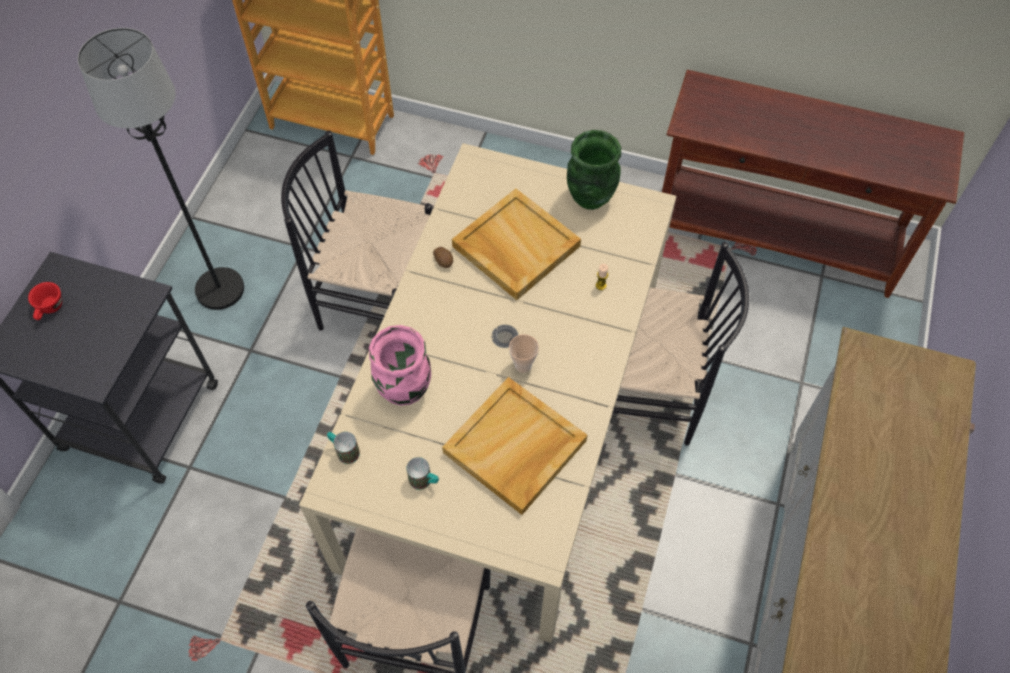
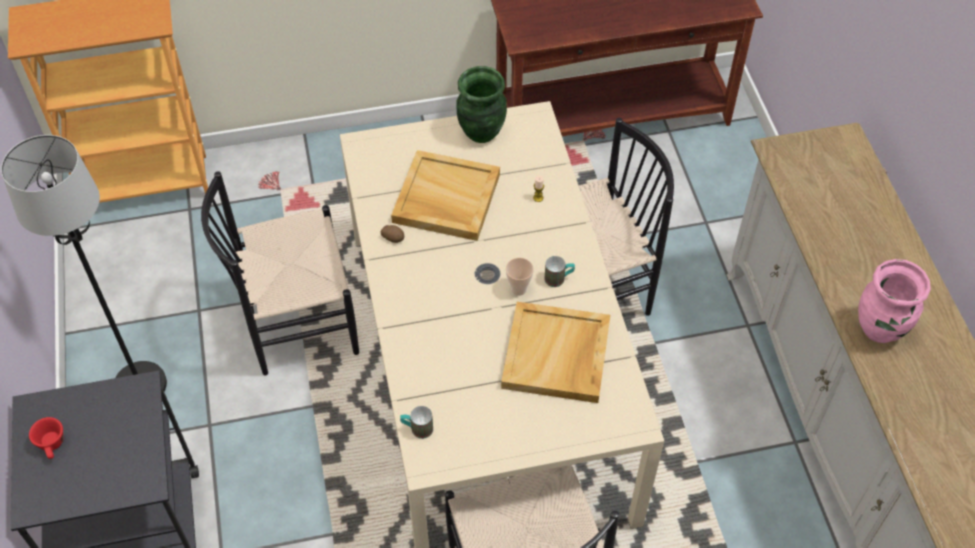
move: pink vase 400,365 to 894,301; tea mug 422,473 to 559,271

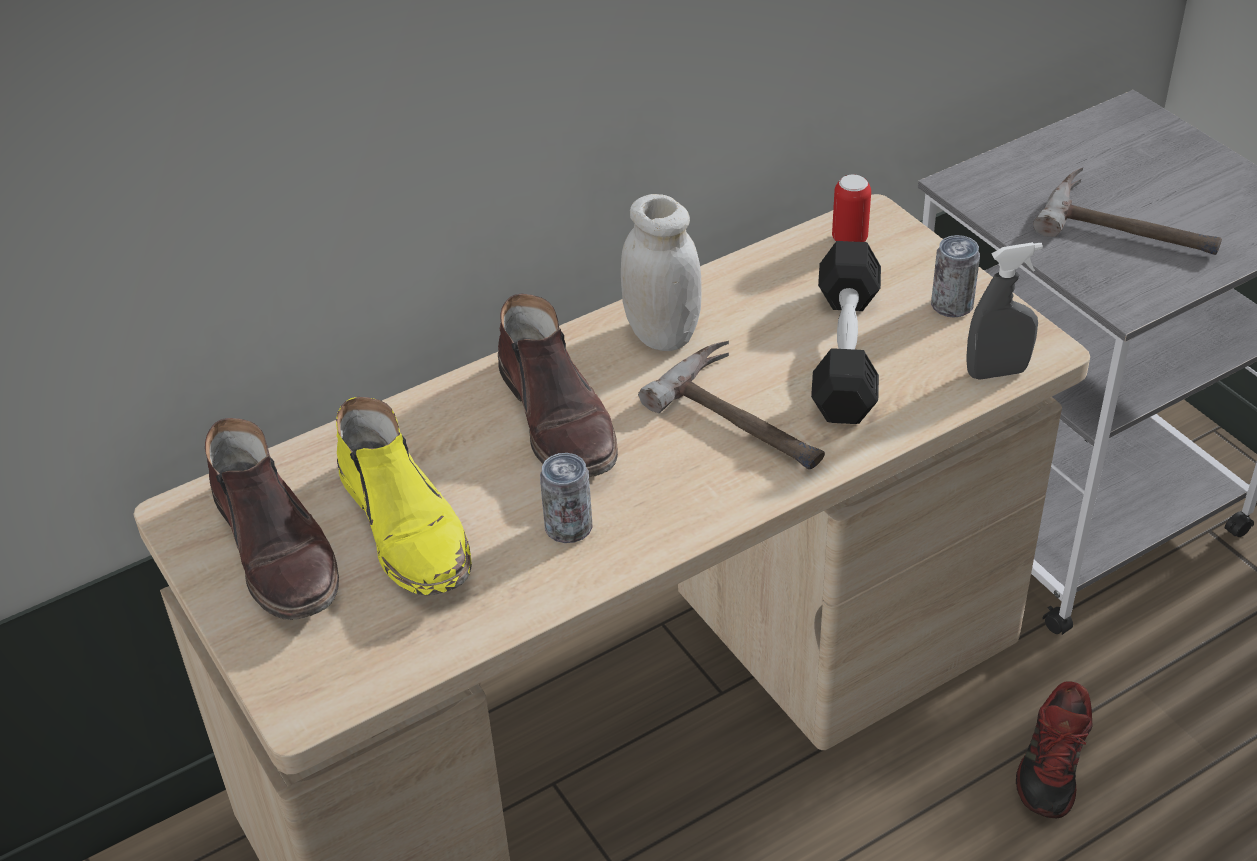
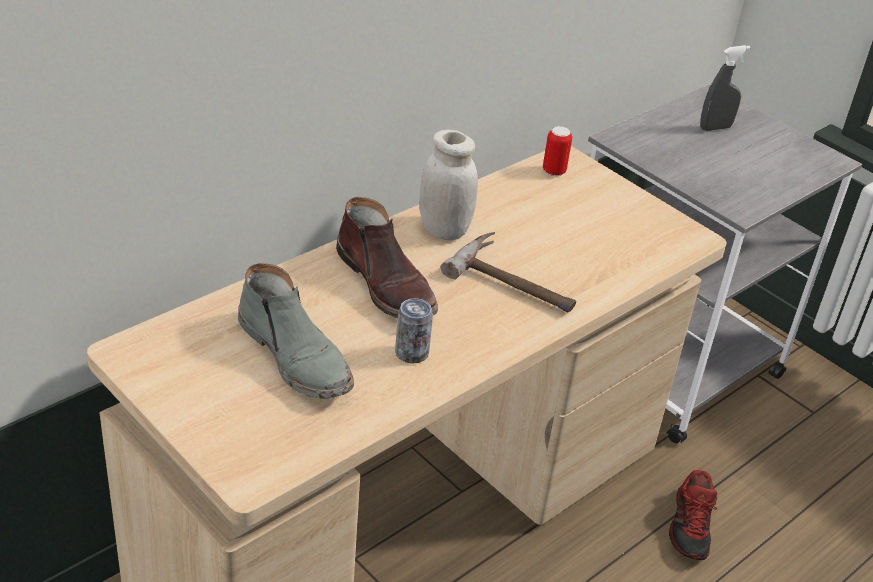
delete: brownish boot 272,519; black hand weight 846,332; sealed can 955,276; hammer 1127,211
move: gray hand sprayer 1004,311 to 725,88
recolor: yellow-coloured boot 404,496 to gray boot 296,330

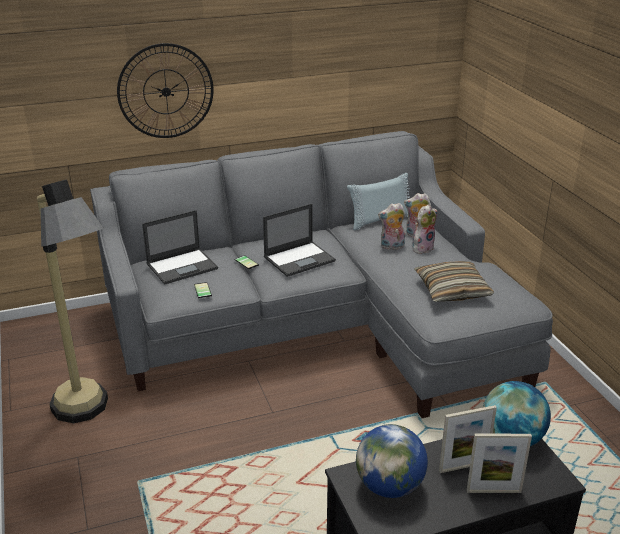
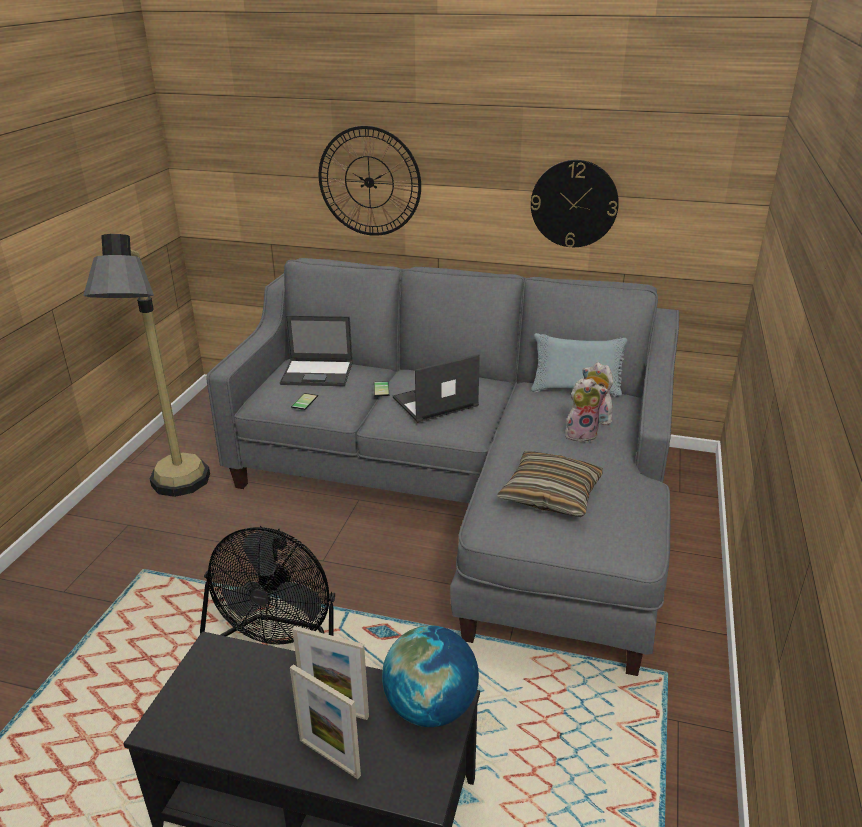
delete: desk globe 392,461; plush toy 391,226
insert: black electric fan 267,585; clock on the wall 575,203
rotate: notebook computer 299,240 = 436,388 150 degrees clockwise

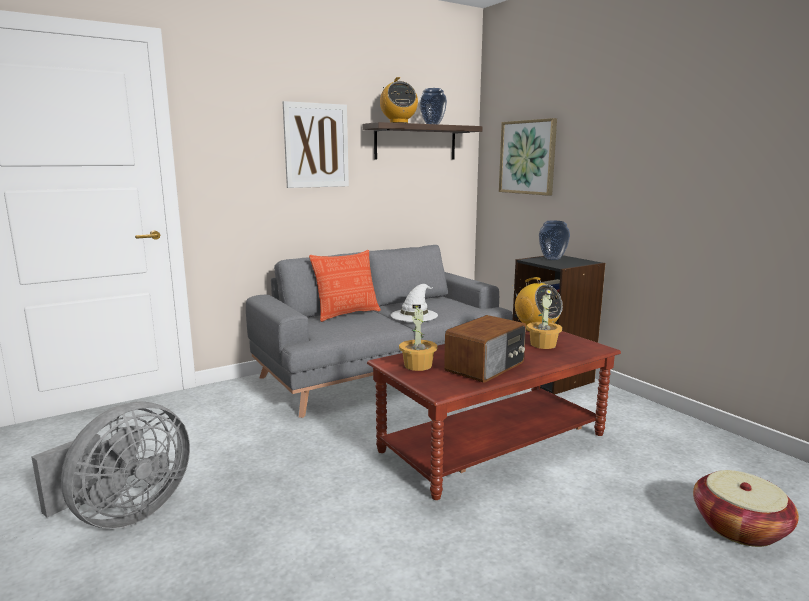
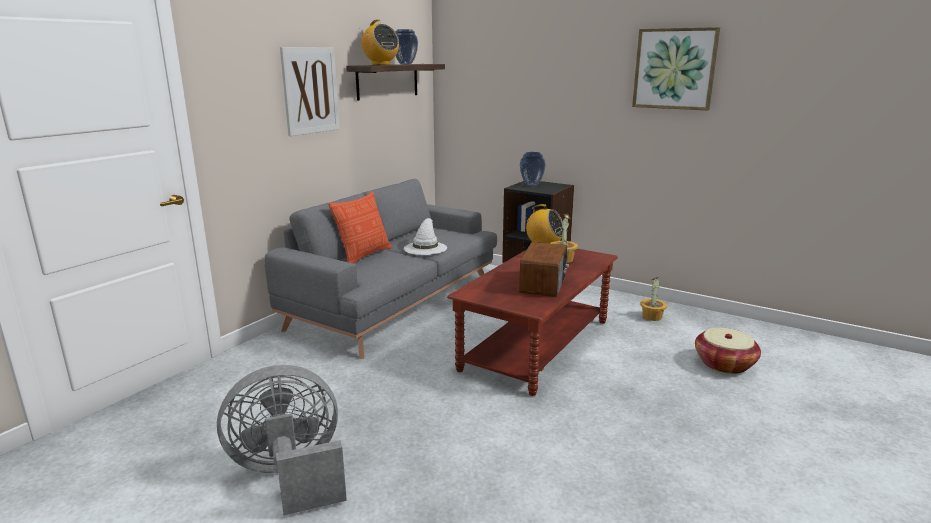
move: potted plant 418,338 to 653,299; wall picture 528,157 to 676,68
rotate: gray electric fan 110,465 = 282,440 120 degrees counterclockwise

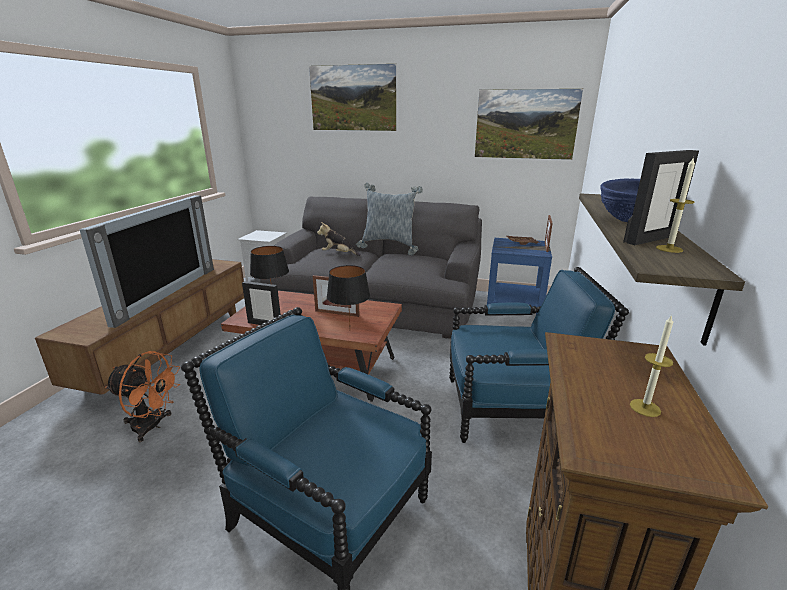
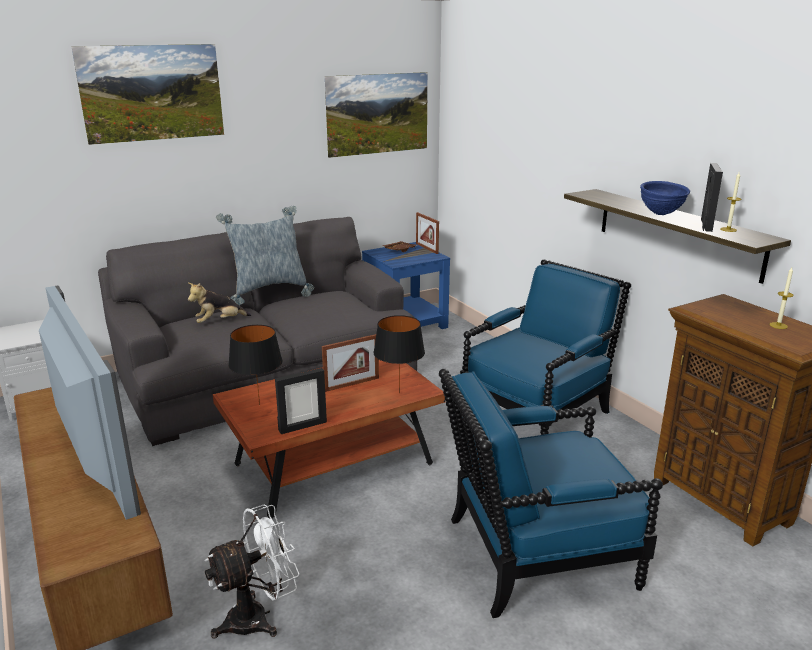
recolor: orange-coloured electric fan 143,396 to white-coloured electric fan 251,572

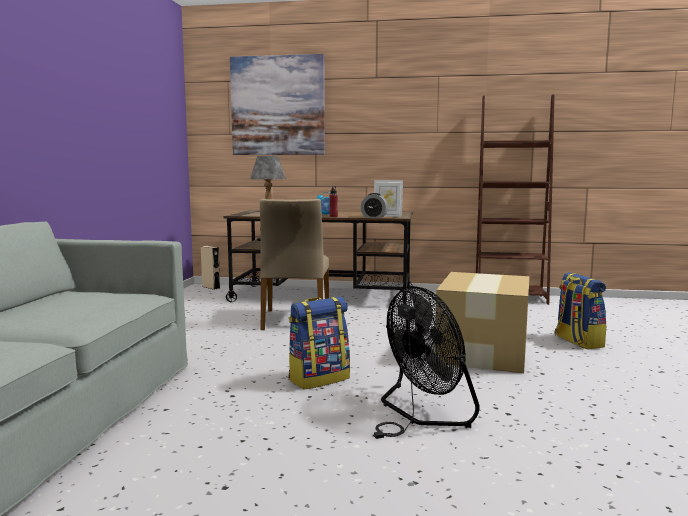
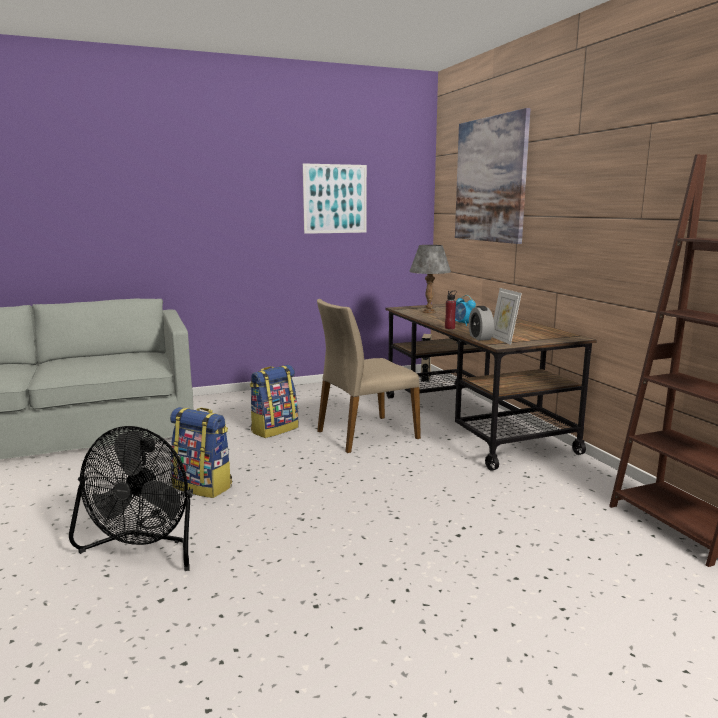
delete: carton 482,322
insert: wall picture 335,198
move: backpack 580,311 to 274,401
rotate: black electric fan 426,362 = 131,498 75 degrees clockwise

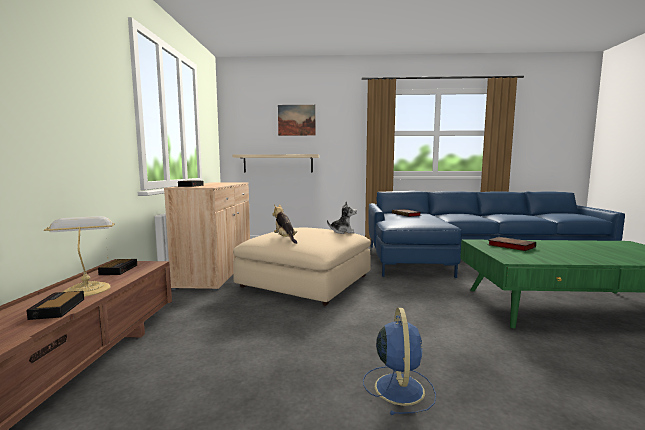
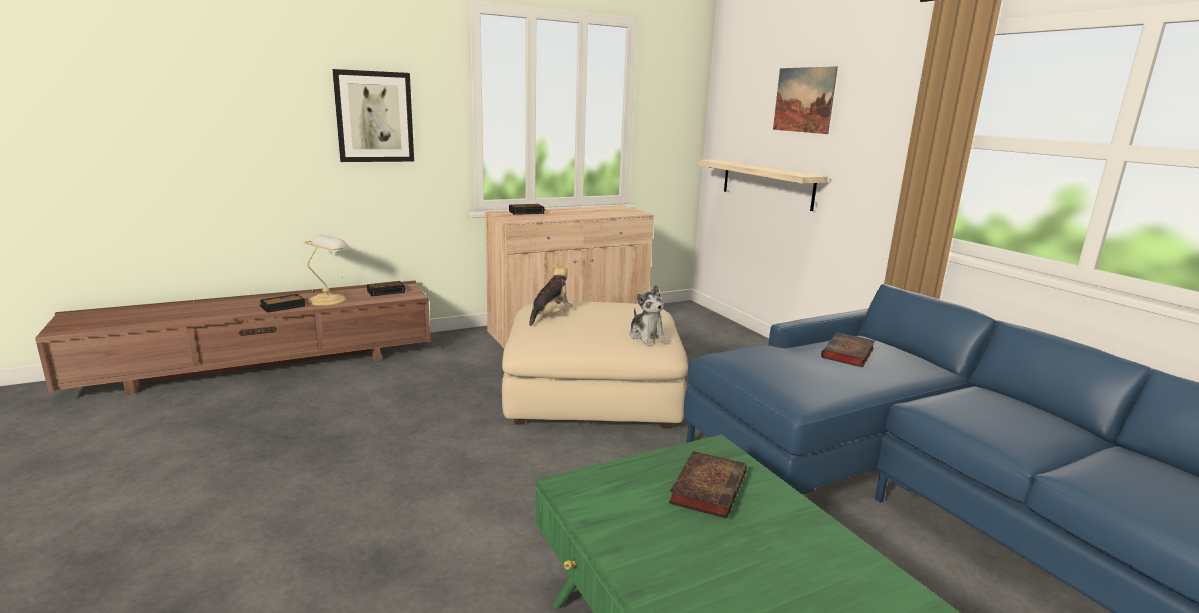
delete: bluish electric fan 399,361
insert: wall picture 373,115

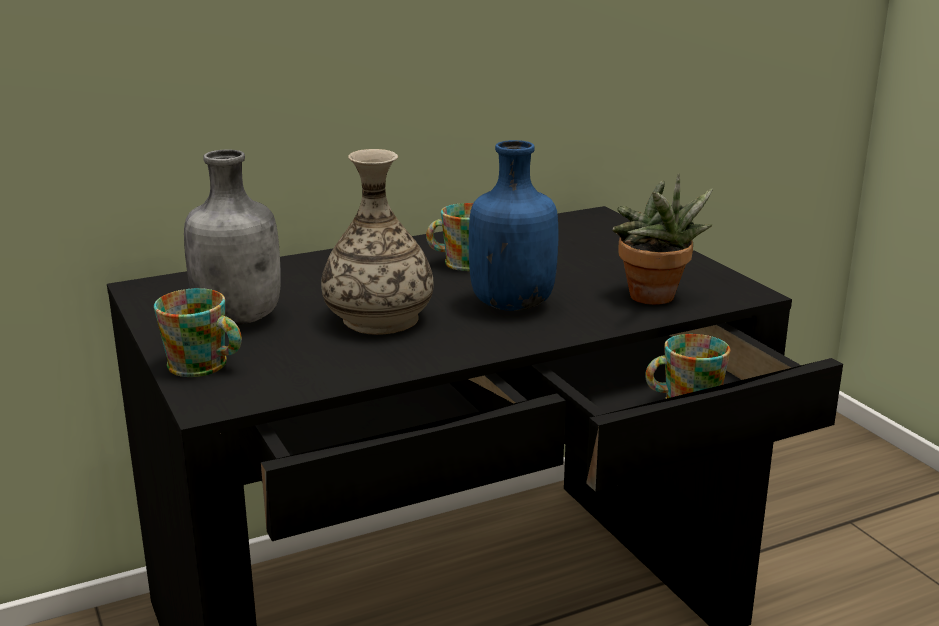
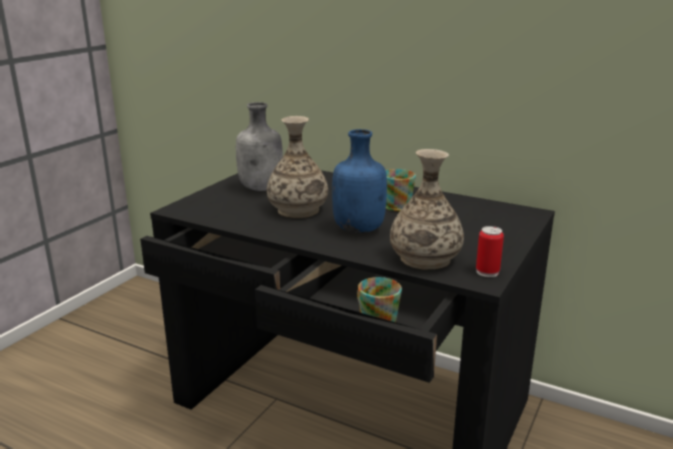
delete: tea mug 198,332
insert: sealed can 490,251
replace: potted plant 662,239 to vase 427,209

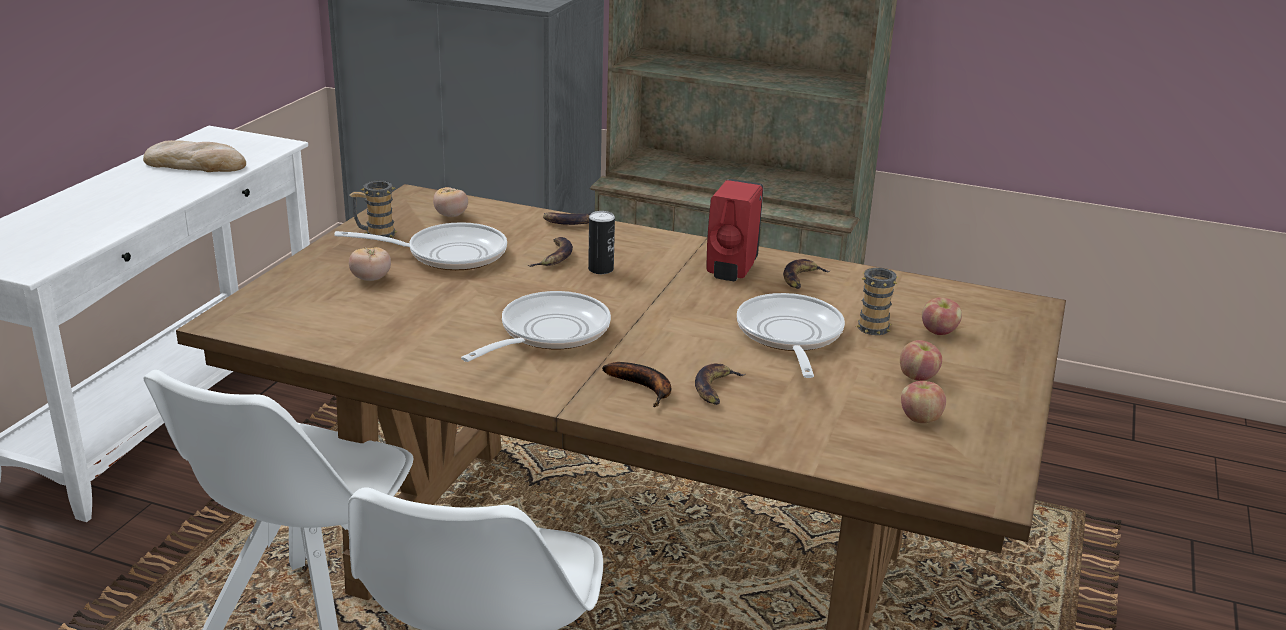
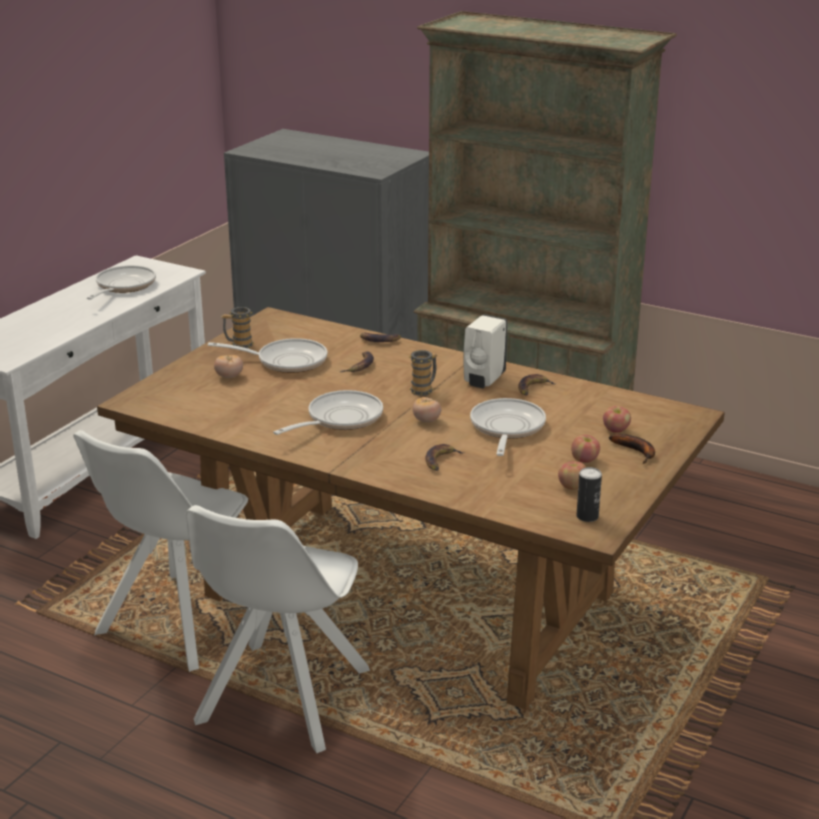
move: tomato 450,202 to 427,410; sealed can 601,242 to 589,494; banana fruit 636,384 to 632,449; tea mug 877,301 to 423,373
replace: bakery bread 194,156 to skillet 121,282
recolor: red-coloured soap dispenser 735,230 to white-coloured soap dispenser 485,351

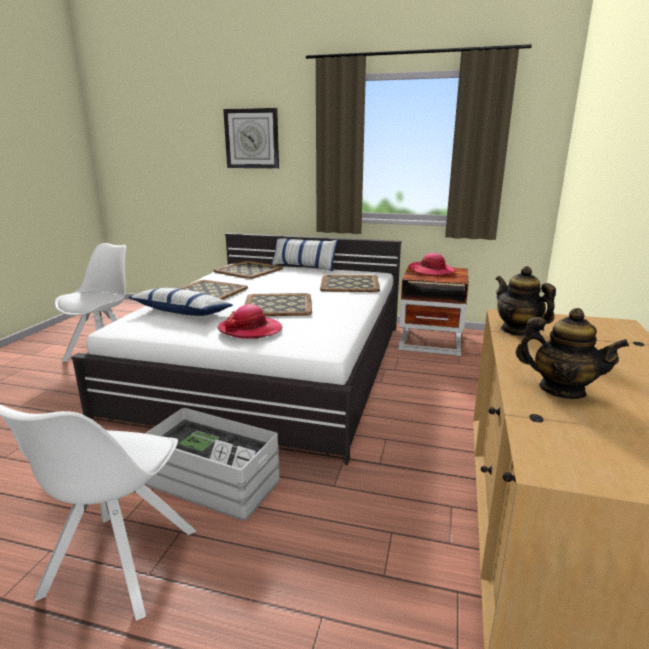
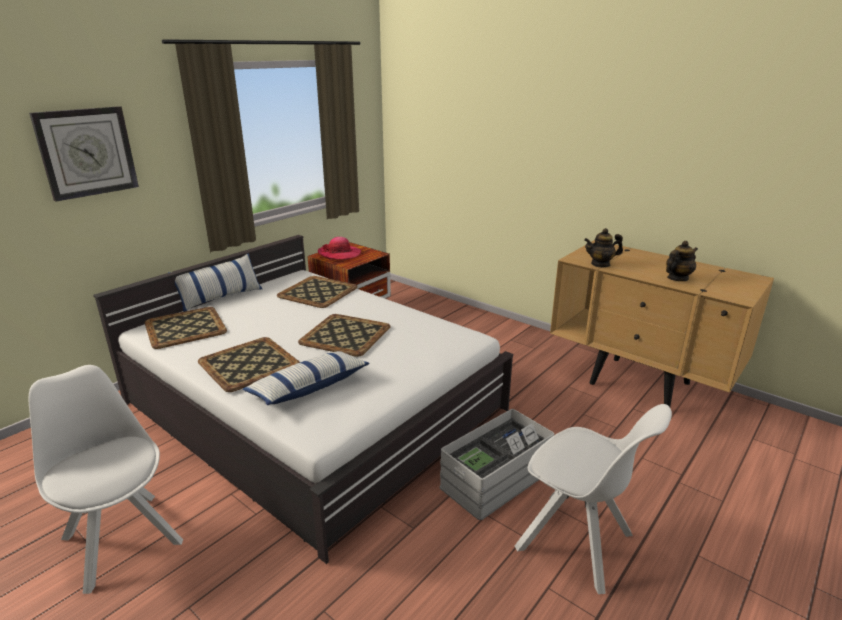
delete: clothing hat 250,321

